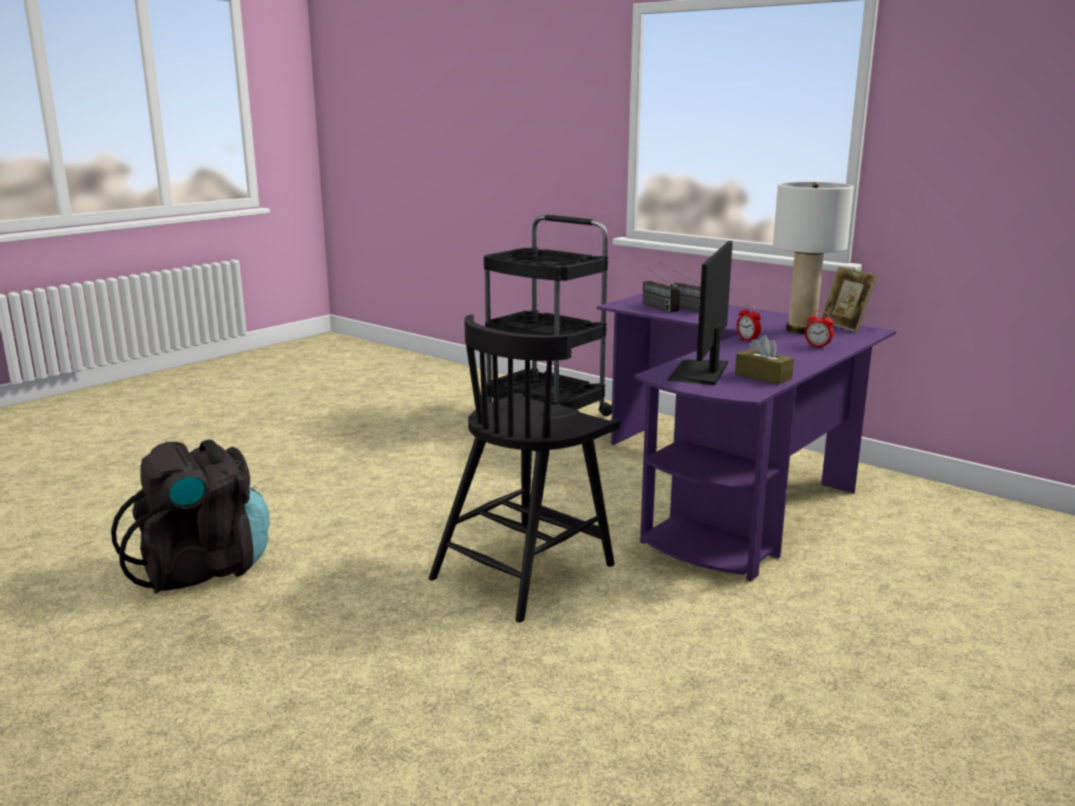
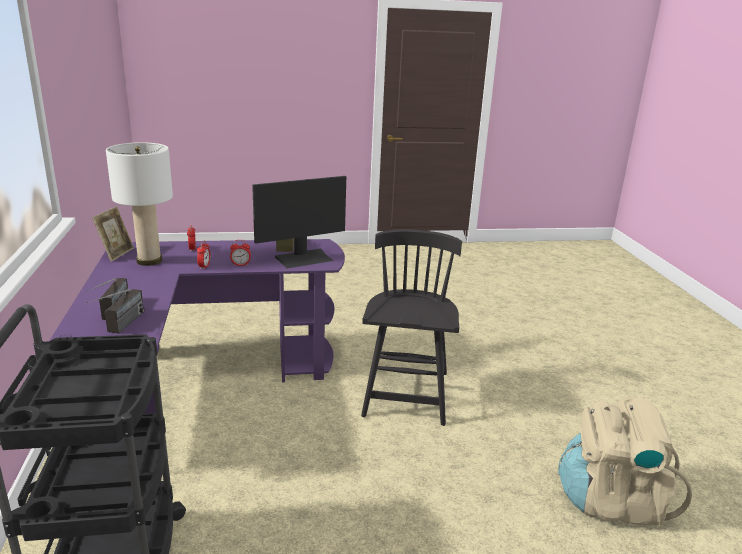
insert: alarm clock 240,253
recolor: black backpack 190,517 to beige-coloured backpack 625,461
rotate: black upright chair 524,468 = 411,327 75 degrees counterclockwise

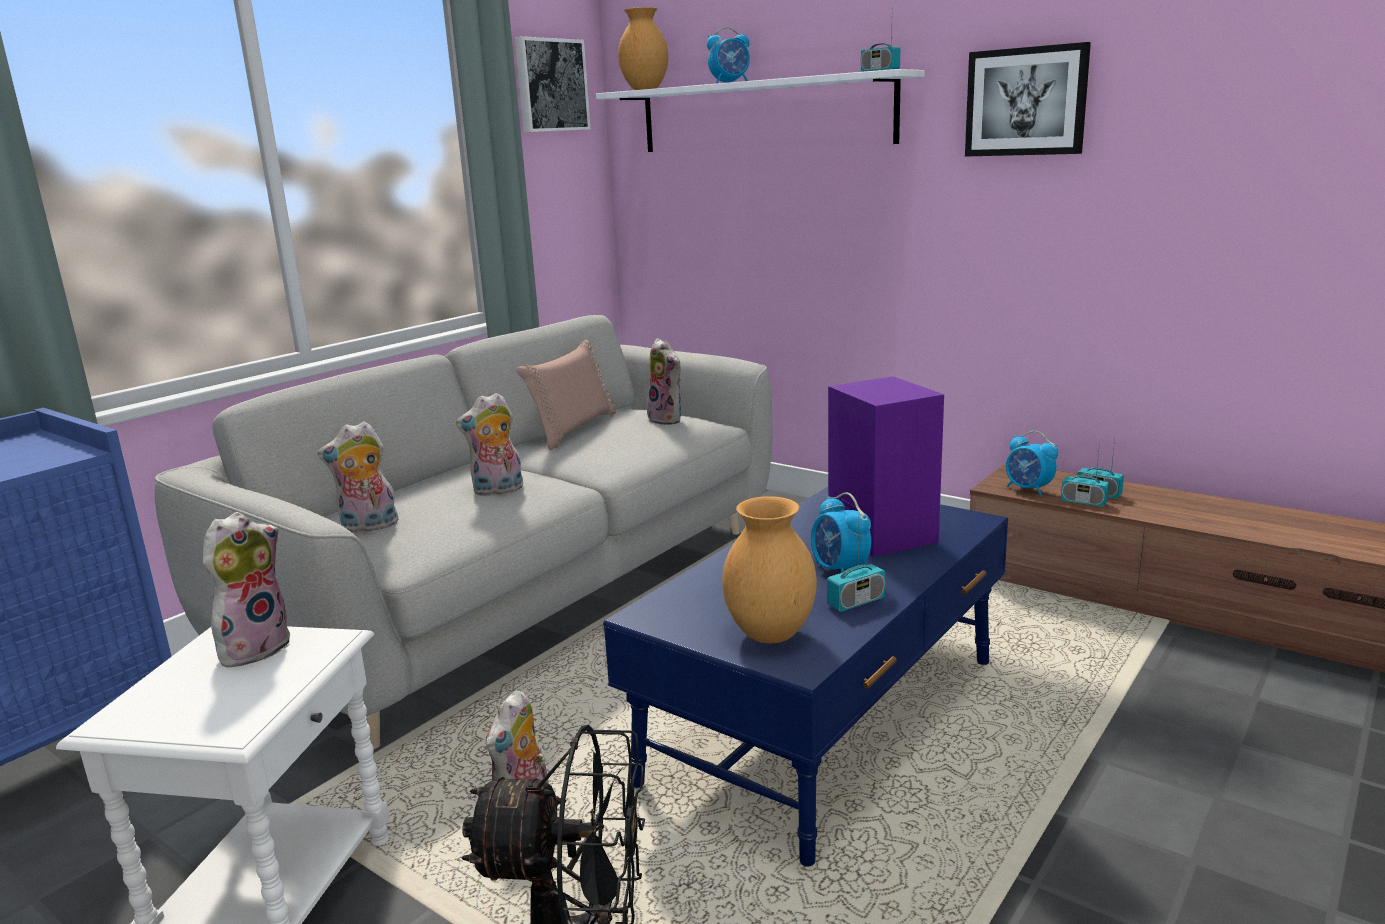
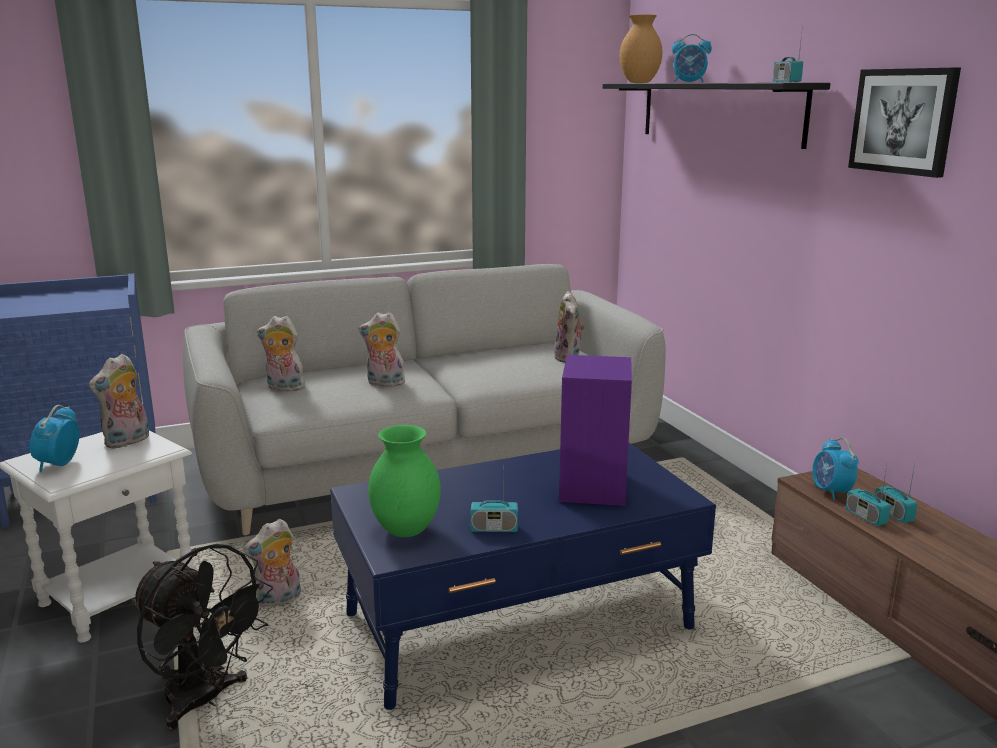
delete: wall picture 553,84; beige-coloured pillow 566,395
move: alarm clock 841,532 to 55,439
recolor: white-coloured wall shelf 760,110 to black wall shelf 716,116; brownish vase 769,570 to green vase 404,481
rotate: plush toy 246,590 = 119,401 150 degrees clockwise

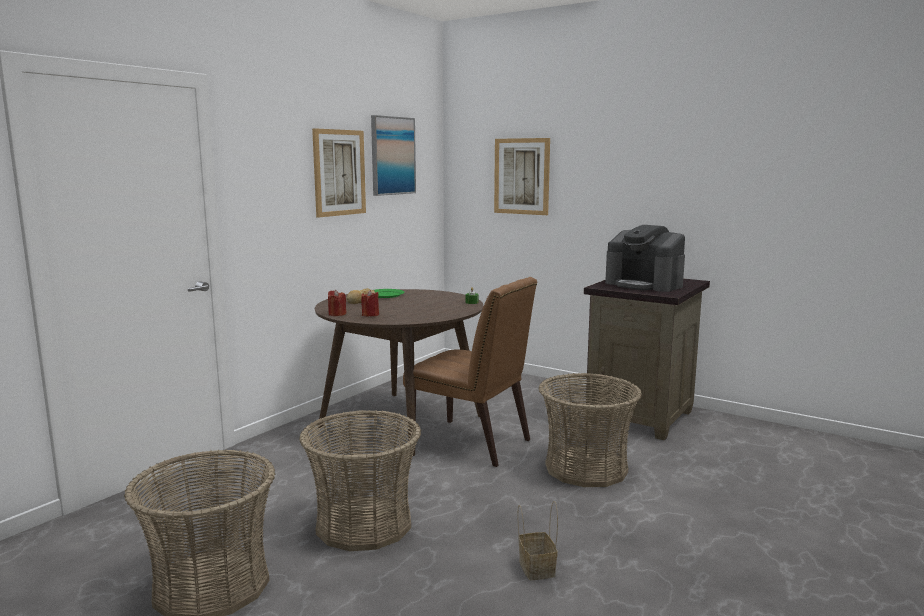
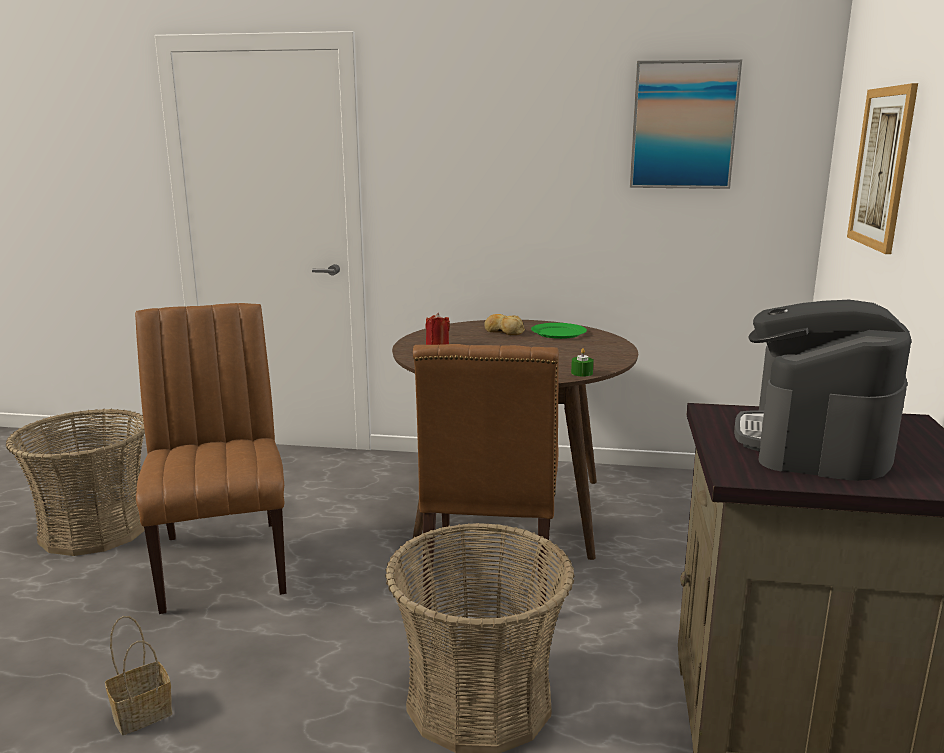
delete: wall picture 339,173; red-coloured wax light 337,303
replace: storage basket 360,480 to brownish upright chair 210,458

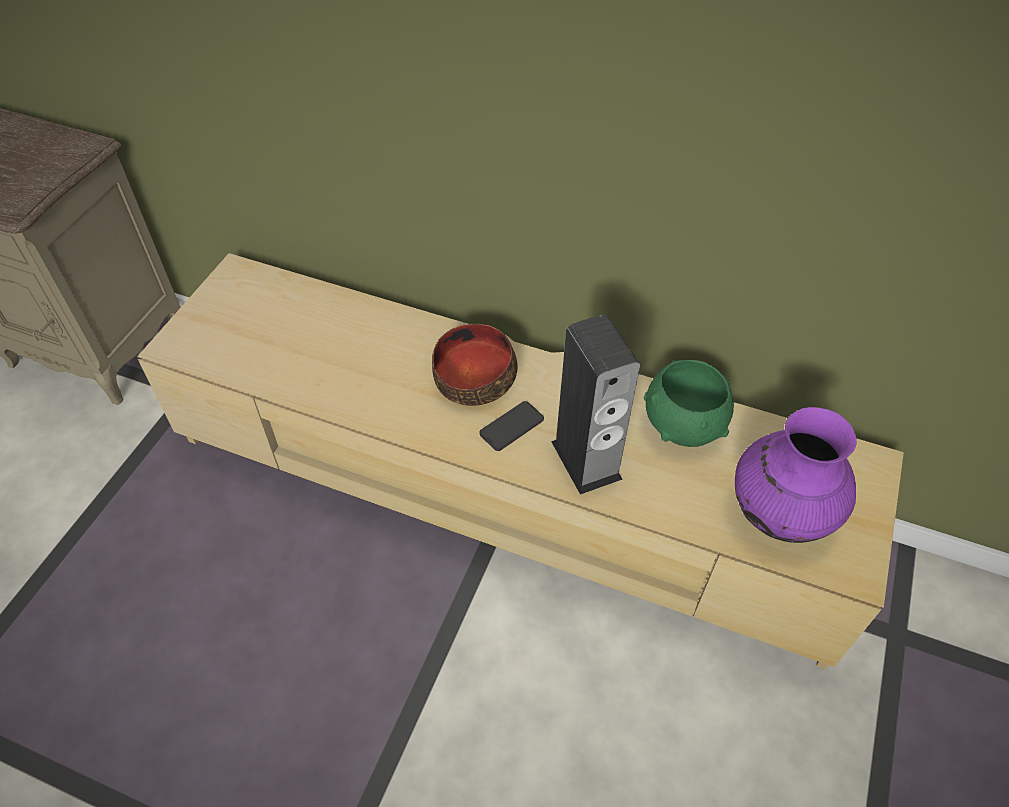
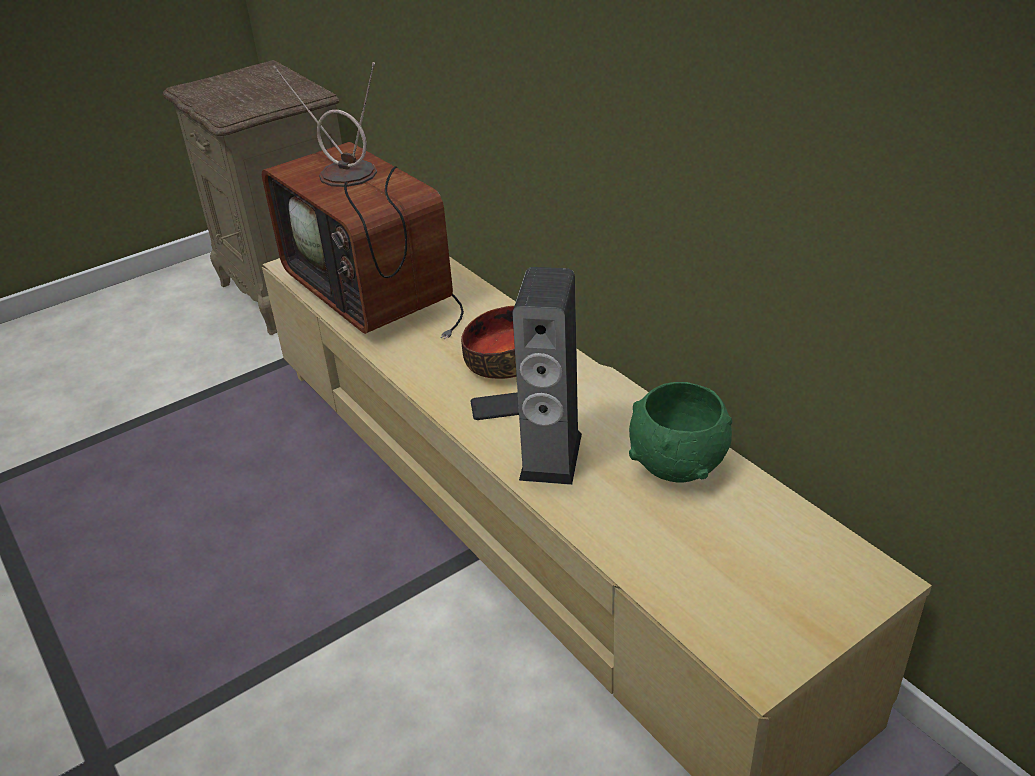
delete: purplish vase 796,475
insert: television 363,200

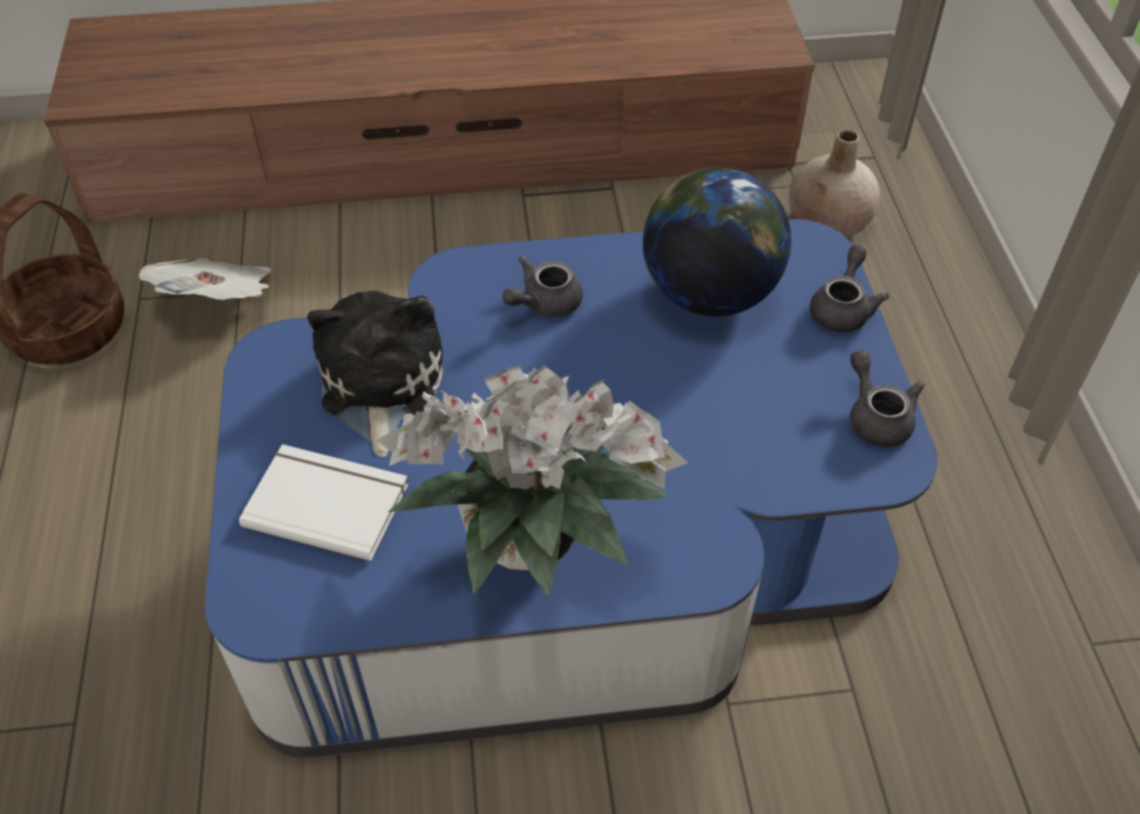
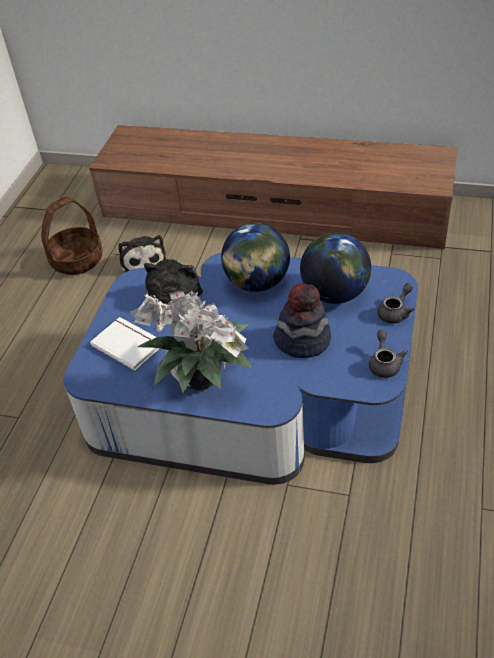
delete: beige-coloured vase 834,183
insert: clothing hat 302,320
replace: printed paper 205,279 to plush toy 142,254; gray pot for tea 543,286 to desk globe 255,257

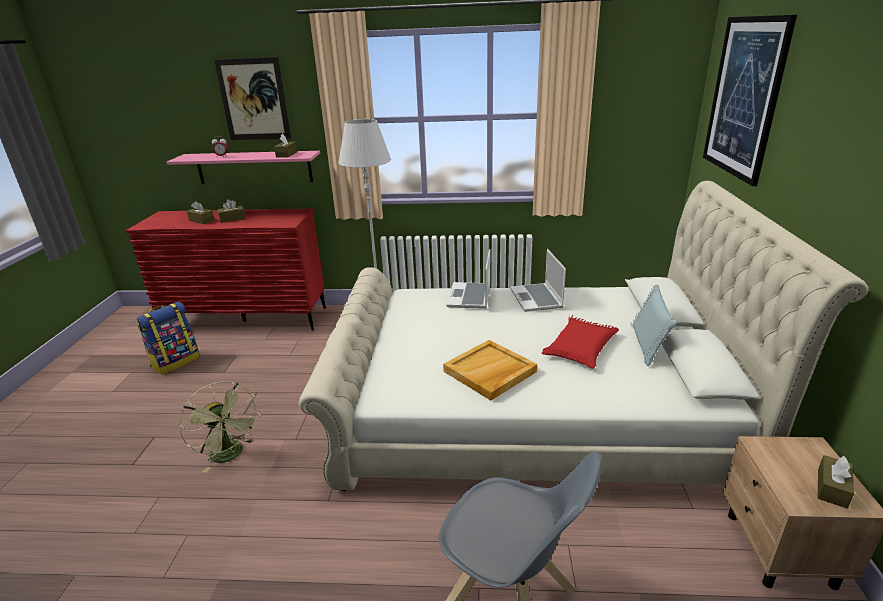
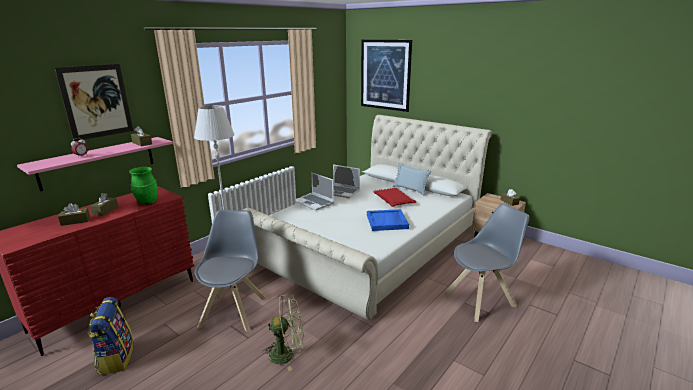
insert: green vase 143,186; gray upright chair 230,270
recolor: beige-coloured carrying tray 490,370 to bluish carrying tray 388,220

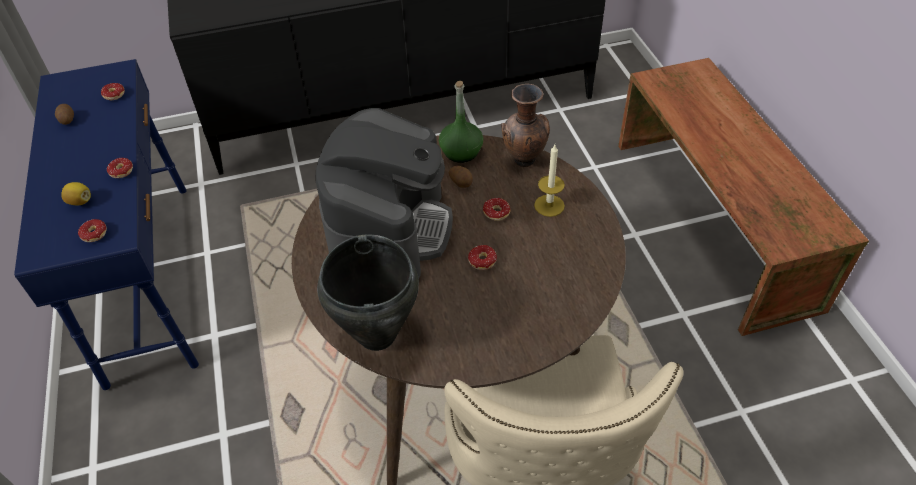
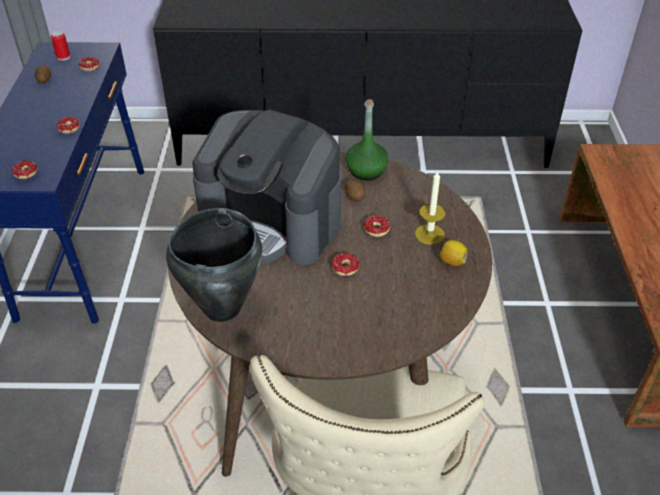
delete: brownish vase 525,125
insert: sealed can 60,46
move: citrus fruit 76,193 to 453,253
rotate: coffee machine 384,193 = 266,187 90 degrees clockwise

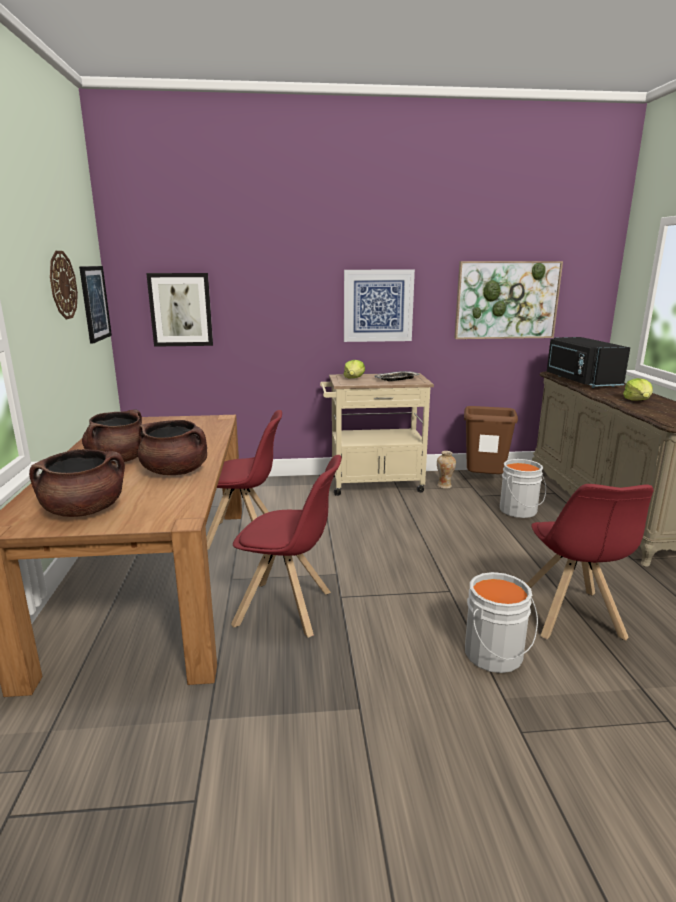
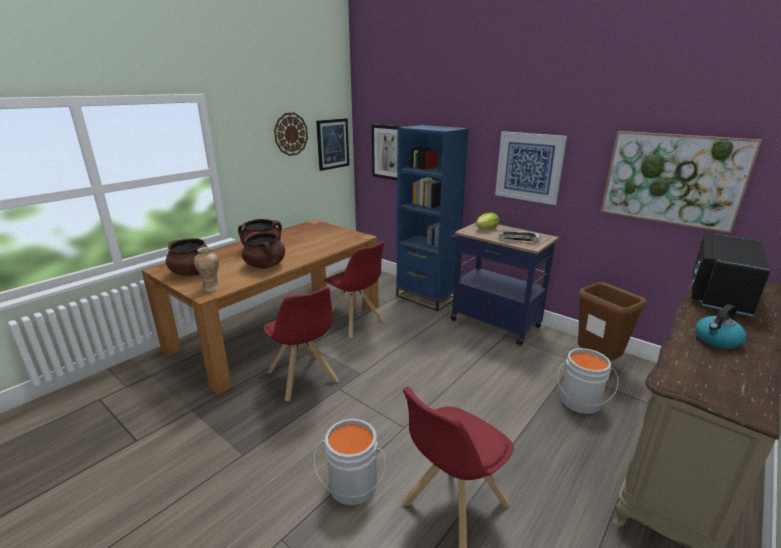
insert: bluish shelving unit 432,218
move: vase 446,470 to 207,269
replace: lettuce 638,389 to water kettle 721,326
recolor: beige-coloured cart 377,434 to bluish cart 504,284

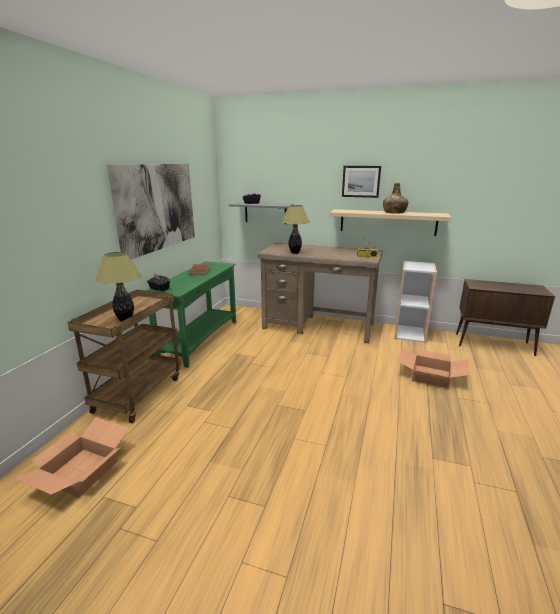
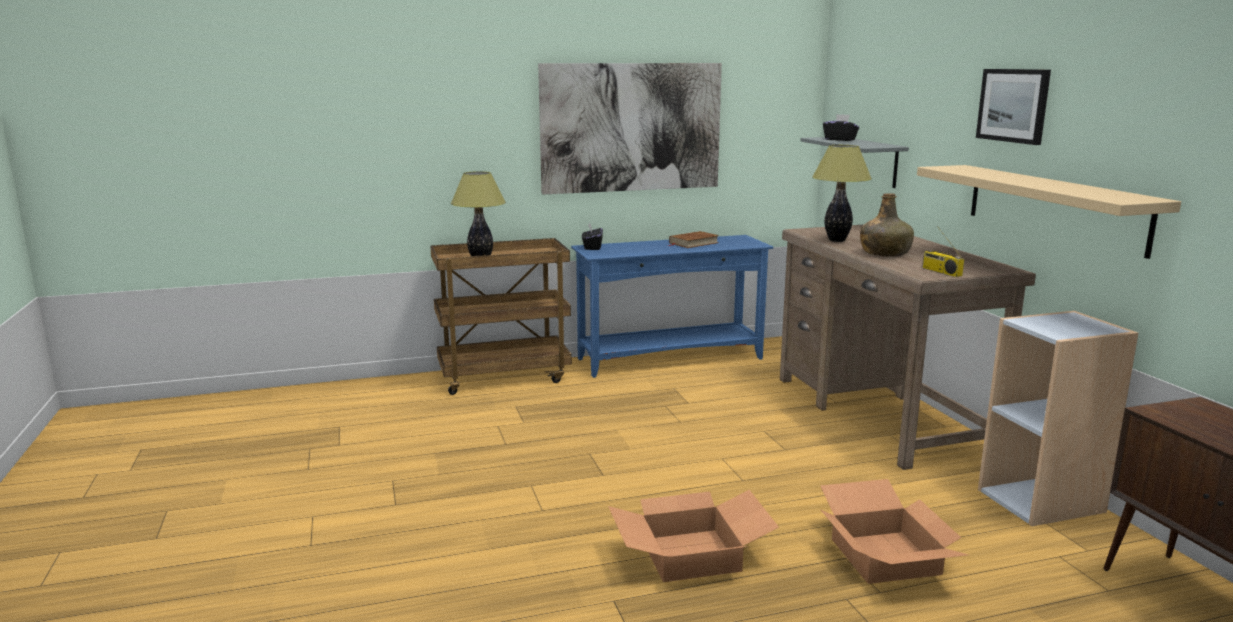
move: carton 71,457 to 693,536; green bottle 395,198 to 887,225
recolor: green narrow table 190,314 to bluish narrow table 672,306

